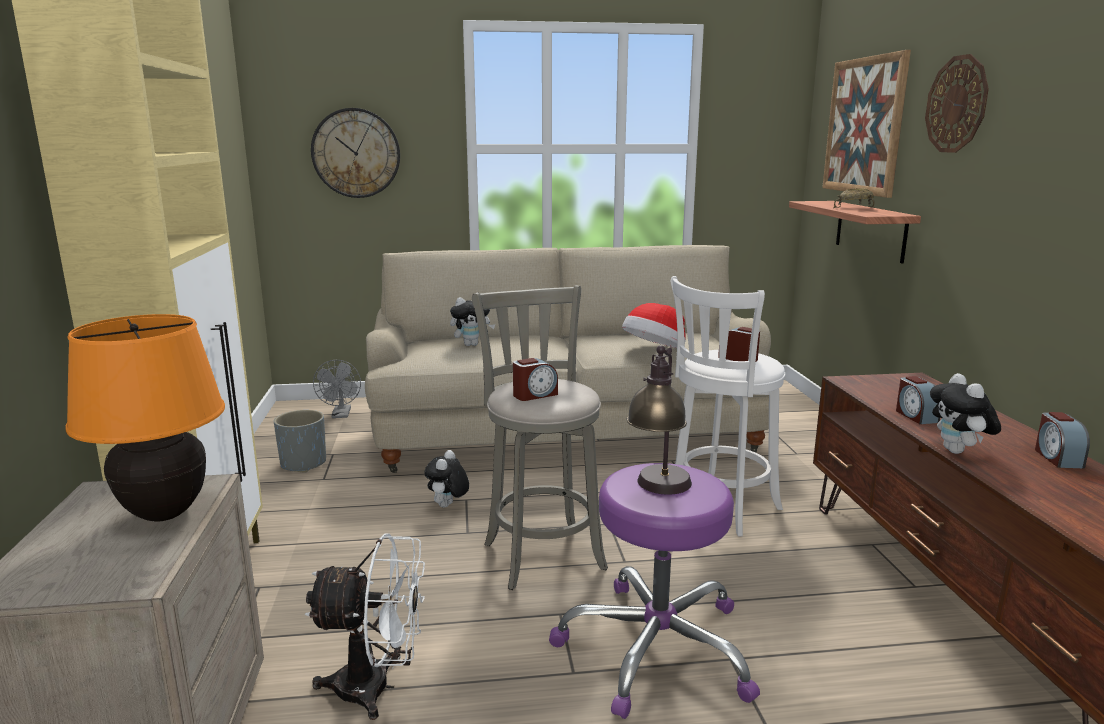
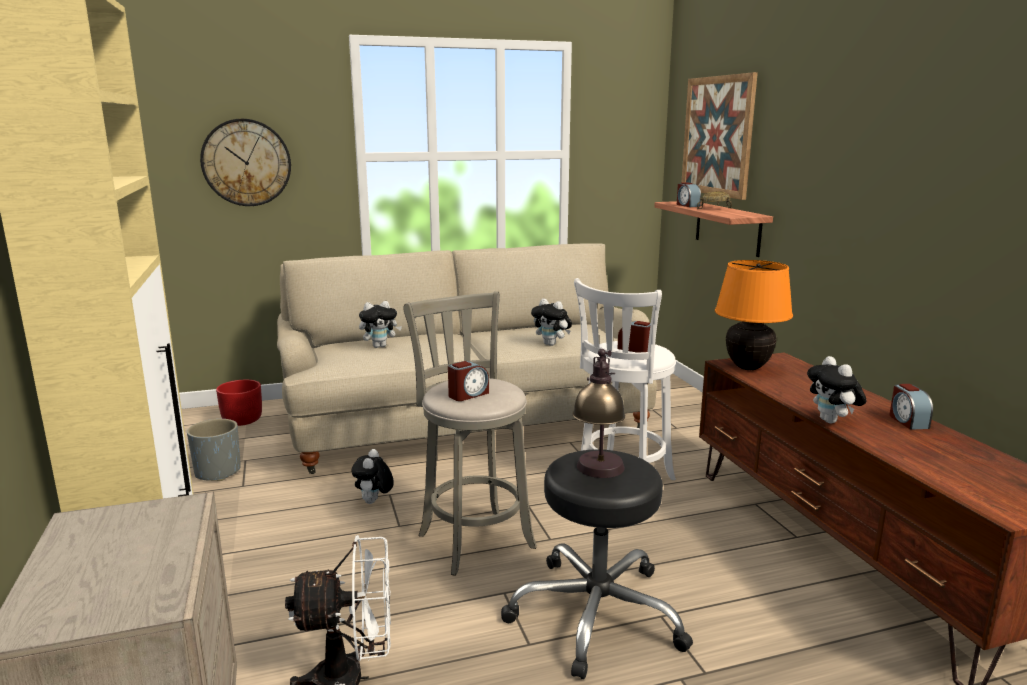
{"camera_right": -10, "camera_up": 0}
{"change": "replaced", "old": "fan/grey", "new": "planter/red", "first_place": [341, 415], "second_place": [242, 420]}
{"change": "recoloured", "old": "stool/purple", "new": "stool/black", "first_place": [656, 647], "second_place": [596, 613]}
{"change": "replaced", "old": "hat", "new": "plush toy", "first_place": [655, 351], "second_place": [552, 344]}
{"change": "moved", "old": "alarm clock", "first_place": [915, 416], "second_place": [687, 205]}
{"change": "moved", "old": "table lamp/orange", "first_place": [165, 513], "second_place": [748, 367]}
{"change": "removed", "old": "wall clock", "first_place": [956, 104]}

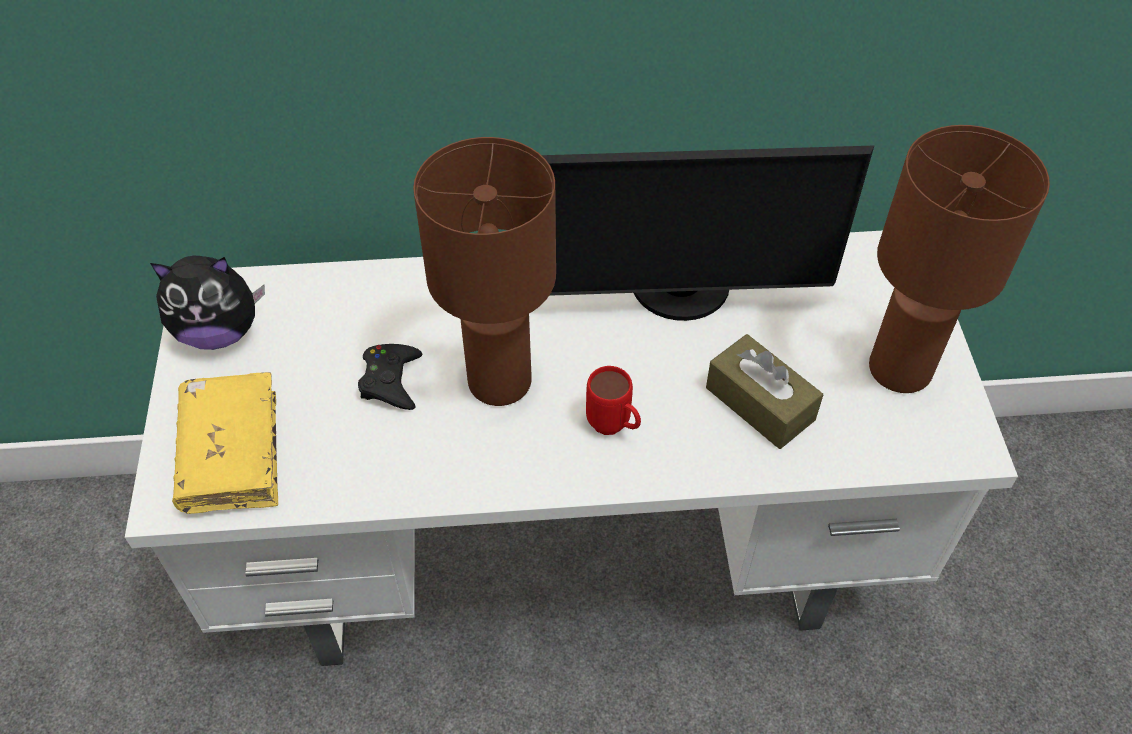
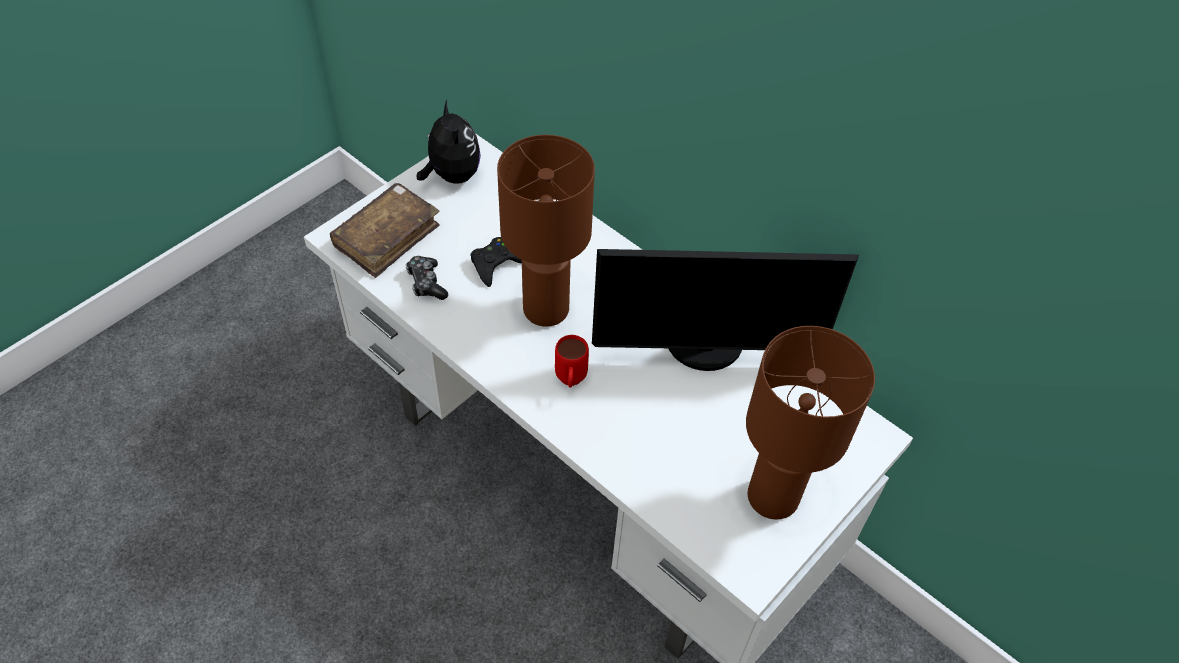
{"camera_right": 45, "camera_up": 0}
{"change": "recoloured", "old": "book/yellow", "new": "book/brown", "first_place": [231, 453], "second_place": [387, 237]}
{"change": "added", "new": "game controller", "second_place": [426, 283]}
{"change": "turned", "old": "plush toy", "first_place": [219, 332], "second_place": [452, 175], "degrees": -150}
{"change": "turned", "old": "monitor", "first_place": [682, 292], "second_place": [705, 346], "degrees": -45}
{"change": "removed", "old": "tissue box/brown", "first_place": [760, 404]}

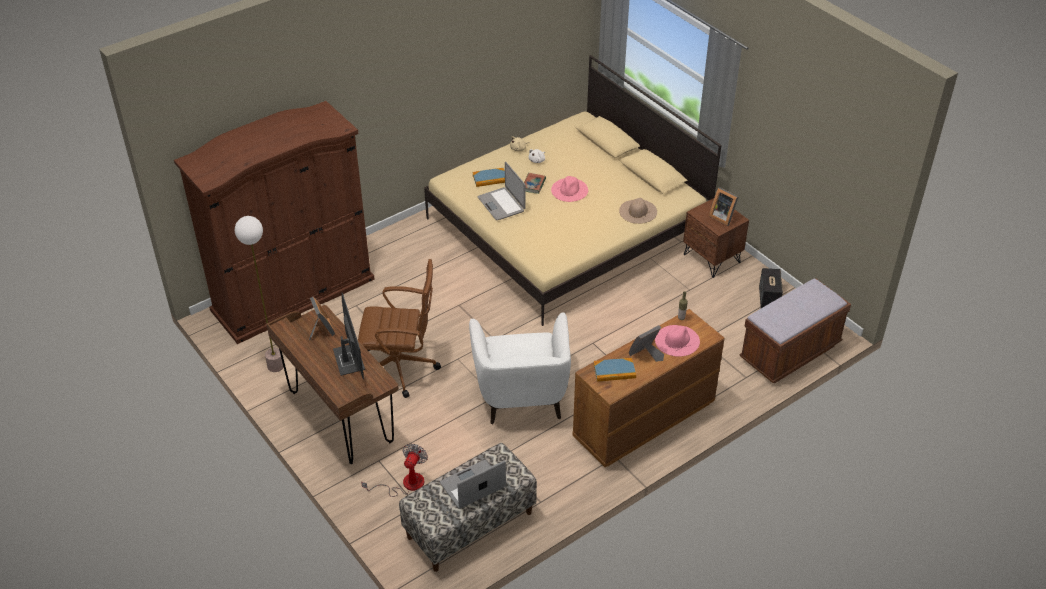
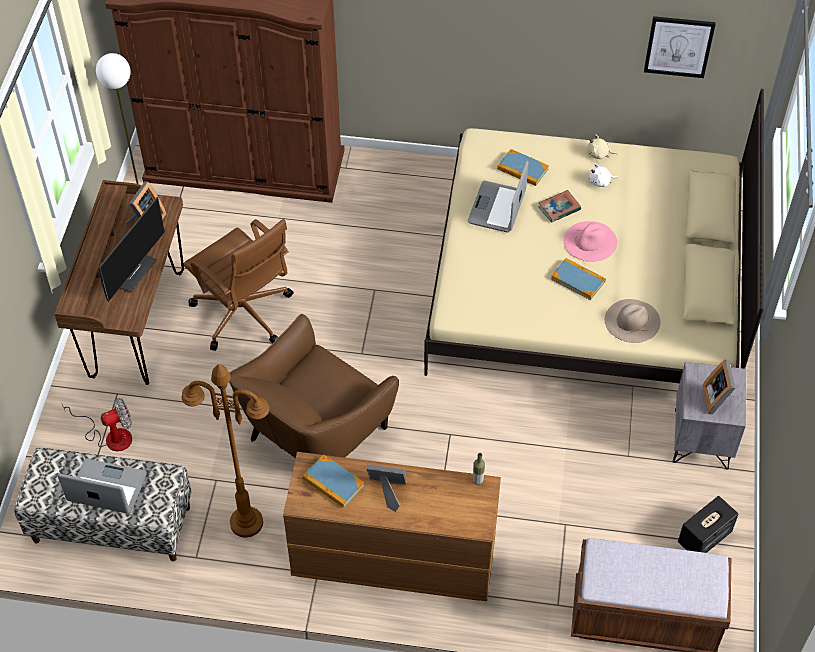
{"camera_right": 45, "camera_up": 10}
{"change": "added", "new": "floor lamp/brown", "second_place": [246, 523]}
{"change": "recoloured", "old": "armchair/white", "new": "armchair/brown", "first_place": [522, 394], "second_place": [315, 433]}
{"change": "added", "new": "book", "second_place": [578, 280]}
{"change": "added", "new": "picture", "second_place": [678, 46]}
{"change": "recoloured", "old": "nightstand/brown", "new": "nightstand/grey", "first_place": [712, 258], "second_place": [702, 439]}
{"change": "removed", "old": "hat/pink", "first_place": [677, 340]}

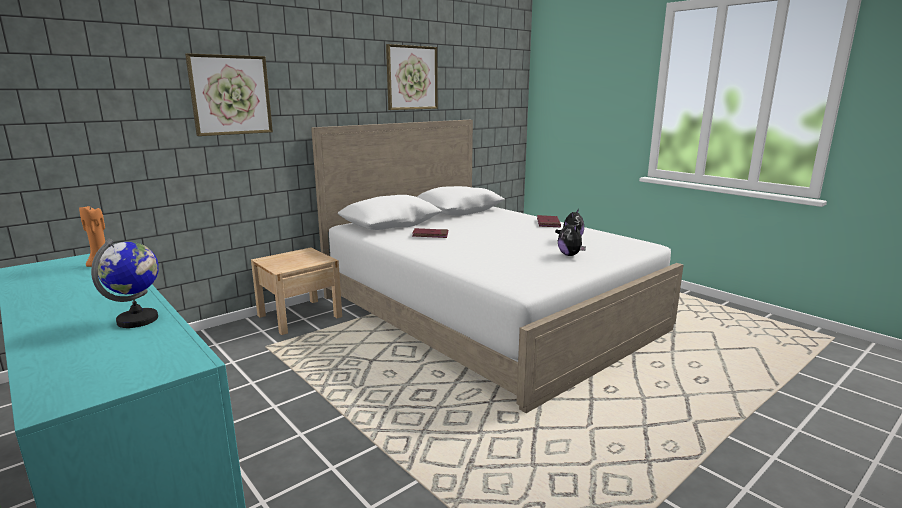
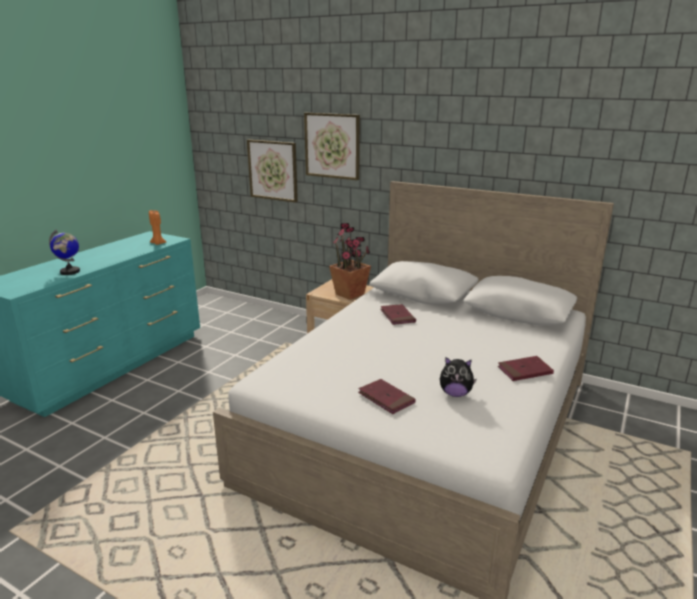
{"camera_right": 70, "camera_up": 5}
{"change": "moved", "old": "picture", "first_place": [412, 78], "second_place": [273, 170]}
{"change": "added", "new": "potted plant", "second_place": [350, 294]}
{"change": "replaced", "old": "plush toy", "new": "book/red", "first_place": [570, 255], "second_place": [386, 398]}

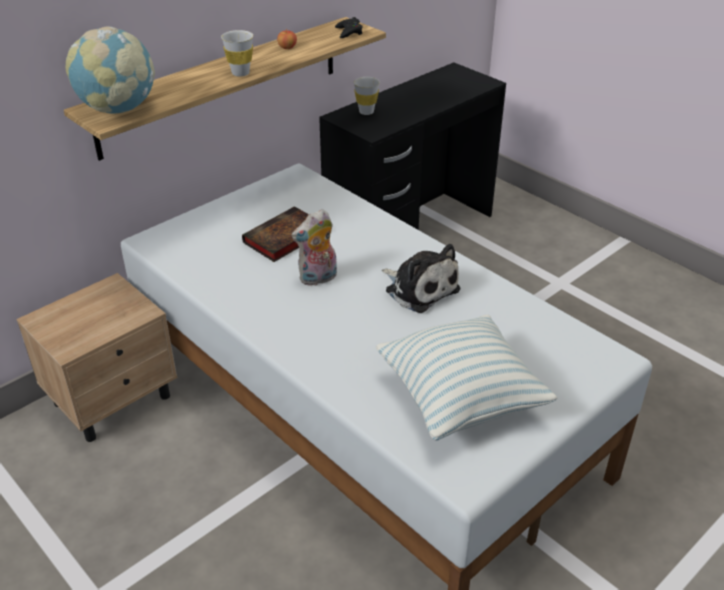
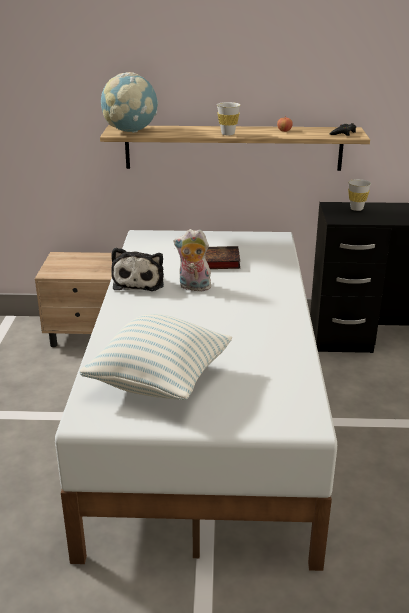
{"camera_right": 45, "camera_up": -10}
{"change": "moved", "old": "plush toy", "first_place": [419, 289], "second_place": [139, 282]}

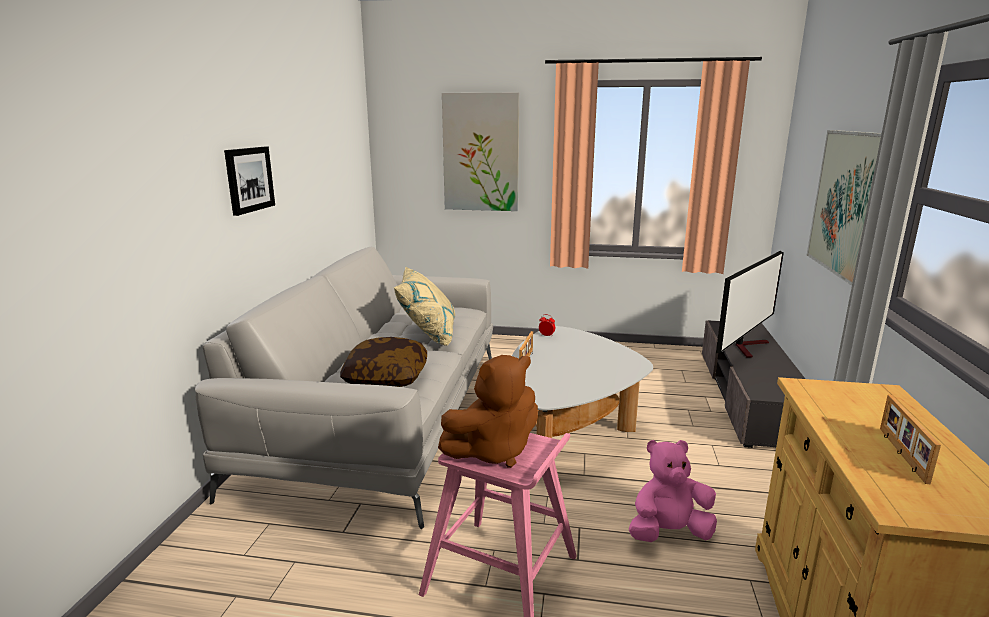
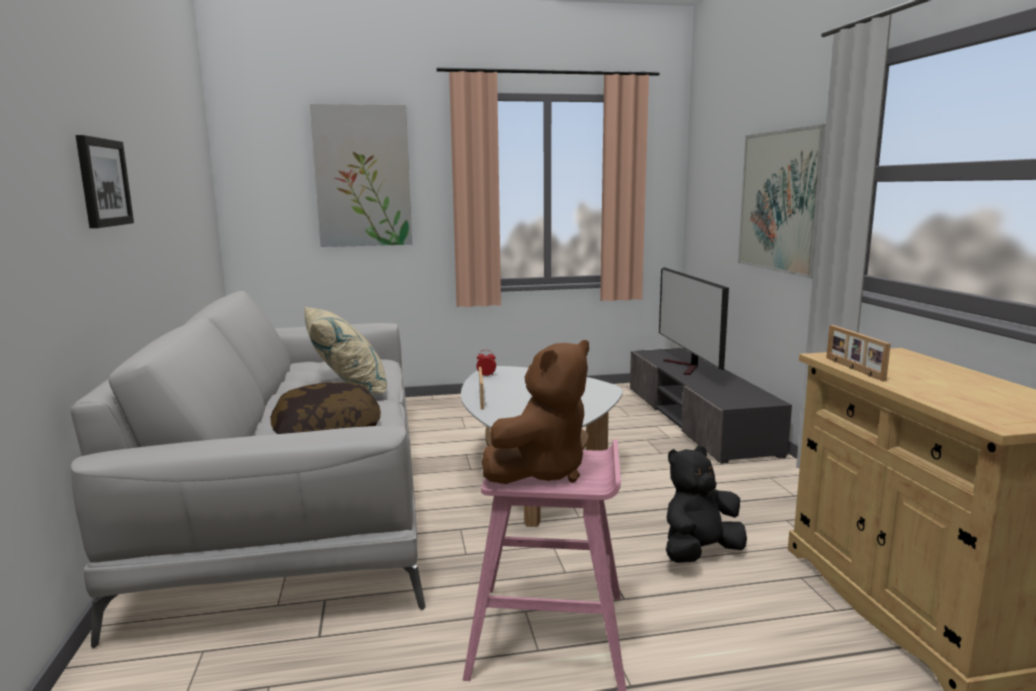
{"camera_right": -20, "camera_up": -5}
{"change": "turned", "old": "television", "first_place": [747, 346], "second_place": [687, 367], "degrees": 150}
{"change": "recoloured", "old": "plush toy/pink", "new": "plush toy/black", "first_place": [669, 533], "second_place": [699, 553]}
{"change": "moved", "old": "picture frame", "first_place": [901, 454], "second_place": [853, 369]}

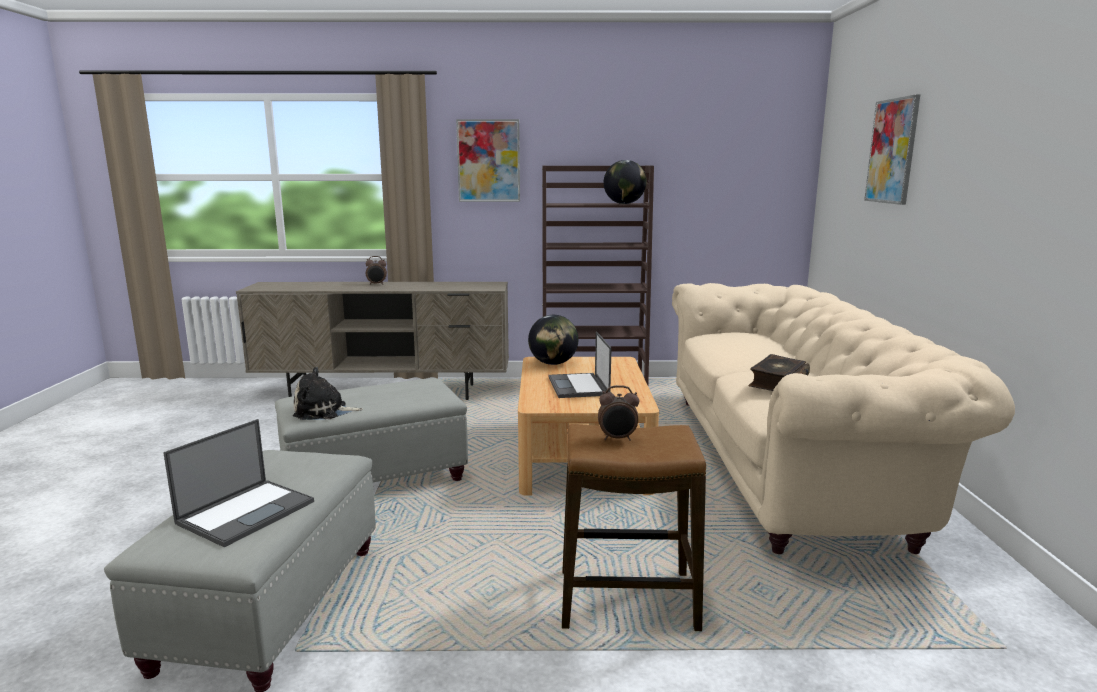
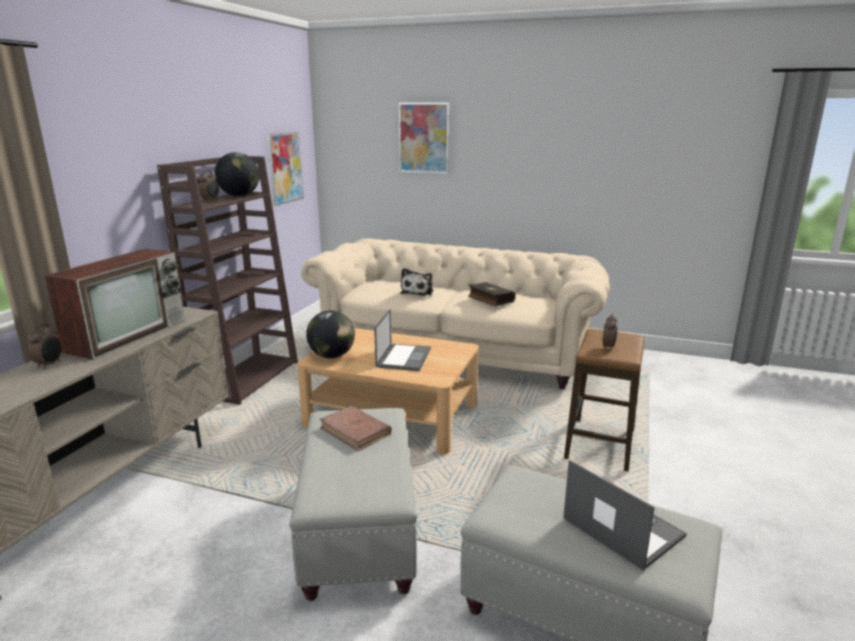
{"camera_right": -70, "camera_up": 5}
{"change": "added", "new": "television", "second_place": [129, 334]}
{"change": "added", "new": "alarm clock", "second_place": [210, 200]}
{"change": "moved", "old": "picture", "first_place": [488, 161], "second_place": [285, 168]}
{"change": "added", "new": "book/brown", "second_place": [355, 431]}
{"change": "turned", "old": "laptop", "first_place": [579, 386], "second_place": [403, 357], "degrees": -90}
{"change": "moved", "old": "plush toy", "first_place": [324, 412], "second_place": [418, 292]}

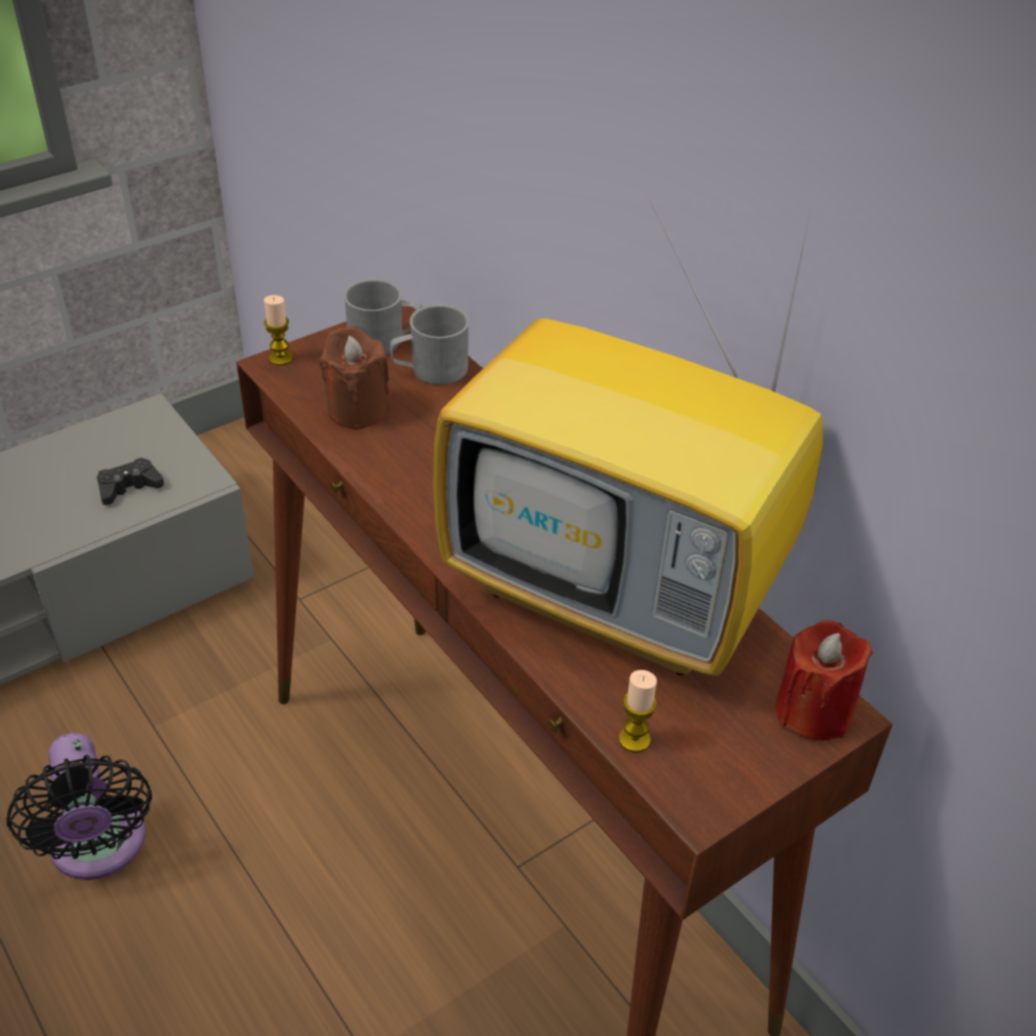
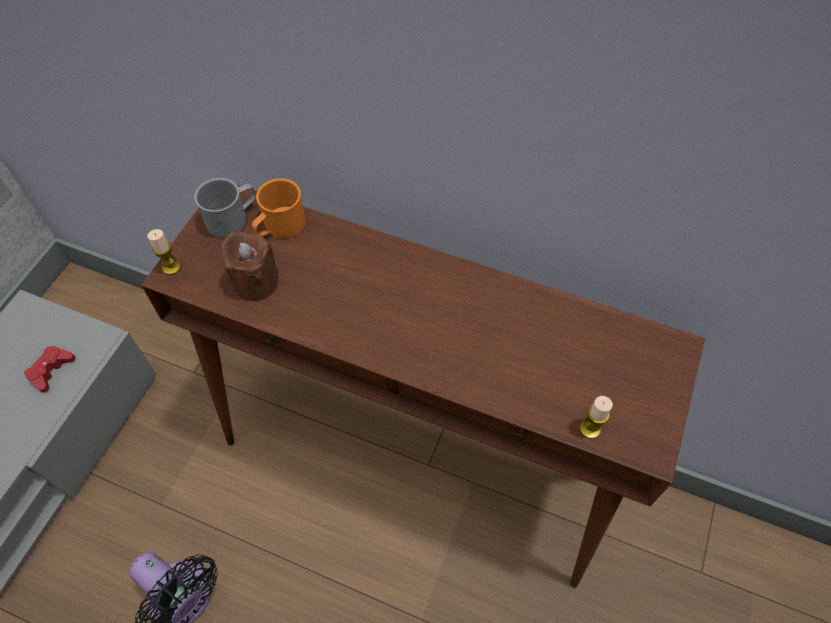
{"camera_right": -30, "camera_up": 15}
{"change": "recoloured", "old": "game controller/black", "new": "game controller/red", "first_place": [129, 487], "second_place": [51, 370]}
{"change": "recoloured", "old": "mug/grey", "new": "mug/orange", "first_place": [430, 370], "second_place": [279, 227]}
{"change": "removed", "old": "television", "first_place": [621, 593]}
{"change": "removed", "old": "candle/red", "first_place": [813, 711]}

